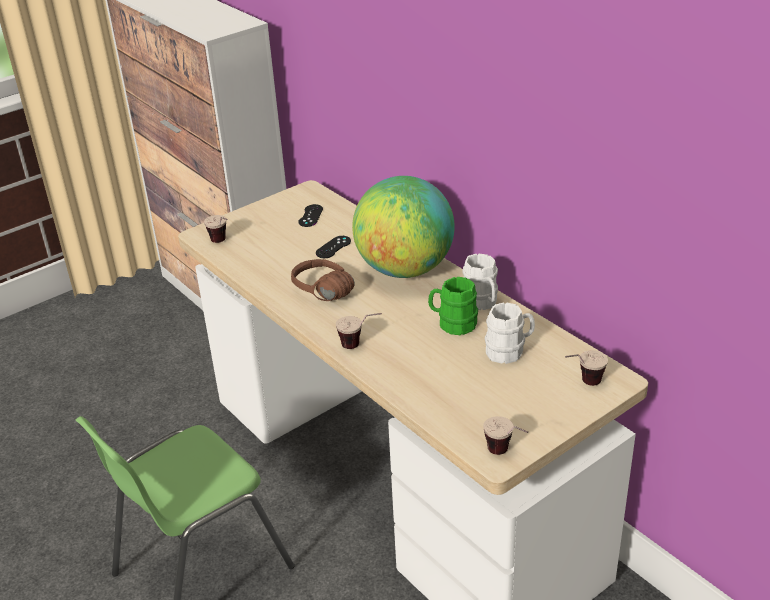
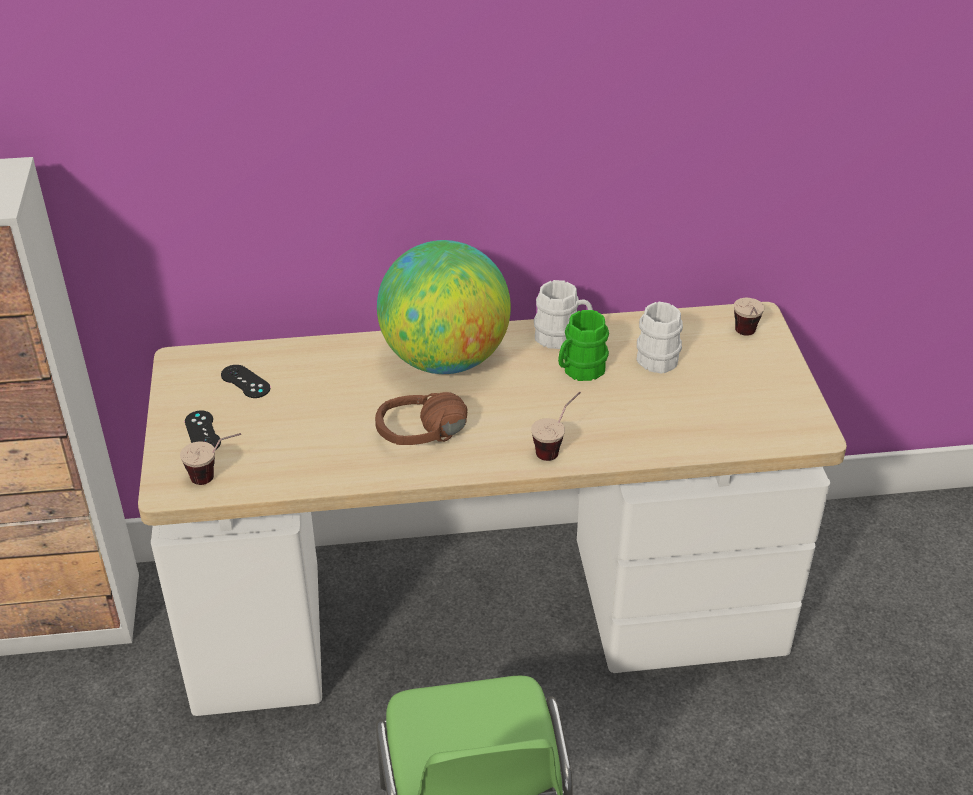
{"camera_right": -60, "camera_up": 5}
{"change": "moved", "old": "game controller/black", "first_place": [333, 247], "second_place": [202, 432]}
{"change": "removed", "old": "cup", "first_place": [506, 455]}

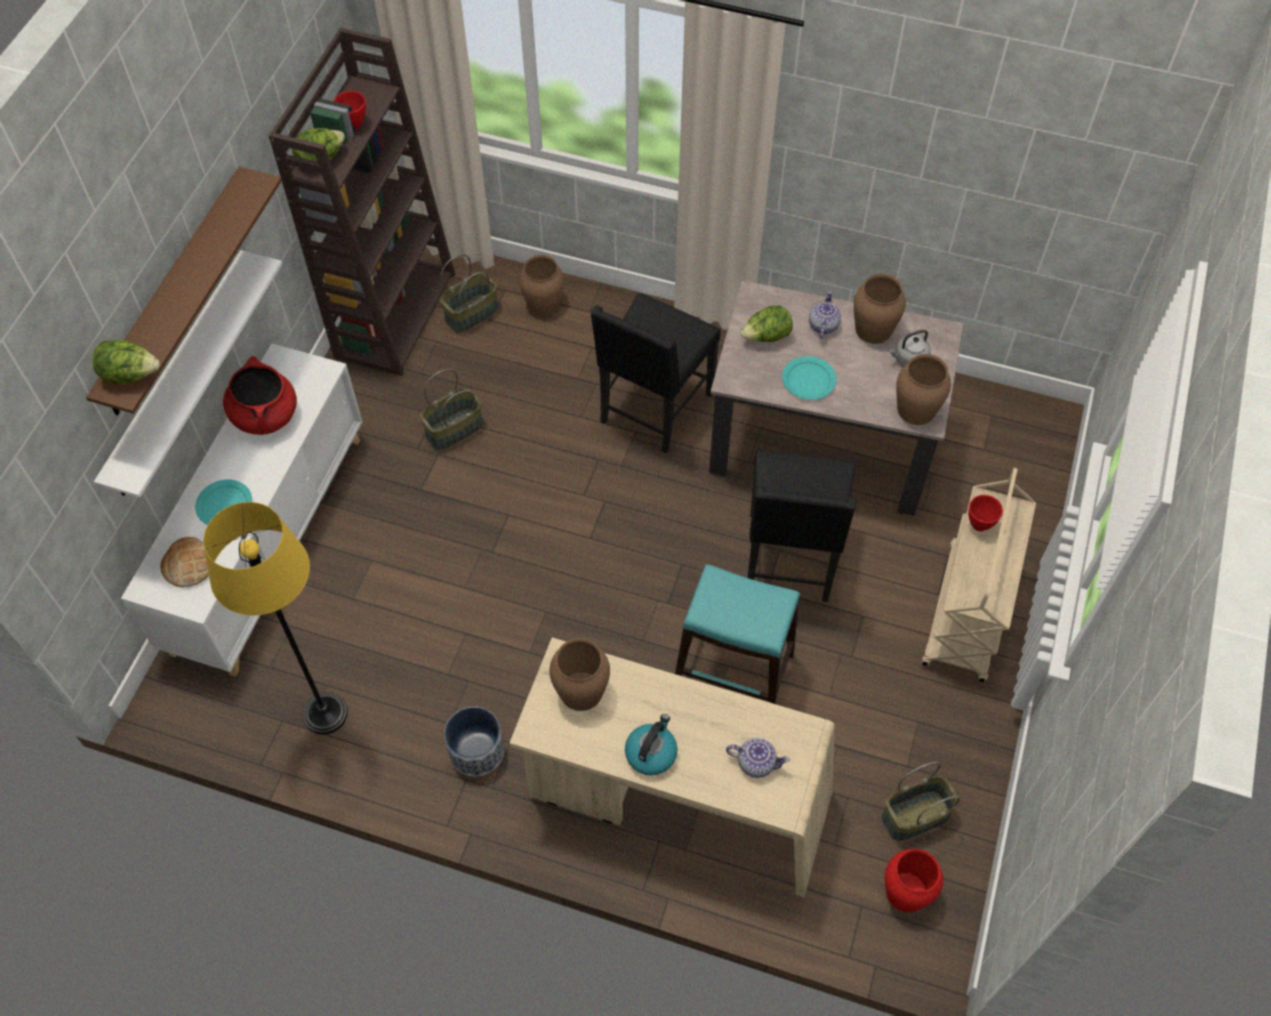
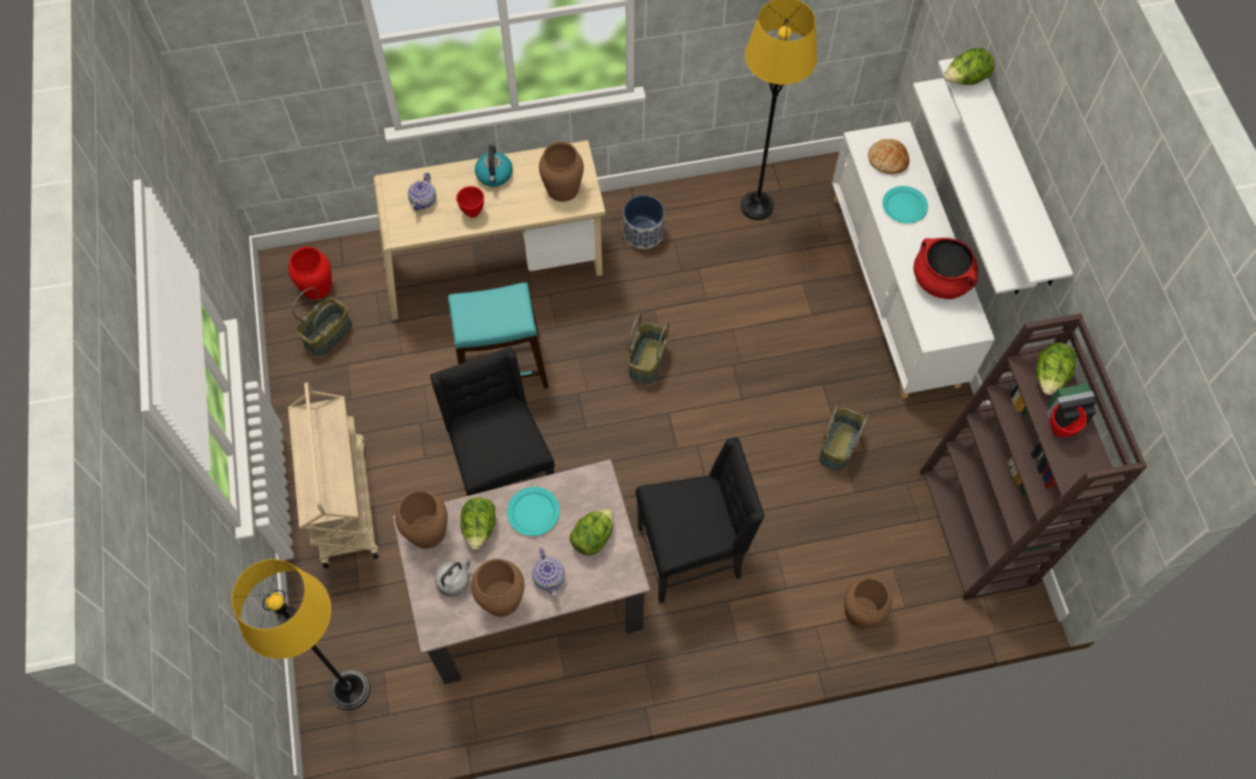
{"camera_right": 150, "camera_up": 5}
{"change": "added", "new": "floor lamp/yellow", "second_place": [350, 690]}
{"change": "turned", "old": "teapot", "first_place": [755, 762], "second_place": [424, 200], "degrees": -60}
{"change": "moved", "old": "bowl/red", "first_place": [978, 525], "second_place": [473, 212]}
{"change": "added", "new": "lettuce", "second_place": [480, 528]}
{"change": "moved", "old": "basket", "first_place": [471, 313], "second_place": [648, 361]}
{"change": "turned", "old": "chair/black", "first_place": [653, 409], "second_place": [691, 553], "degrees": 75}
{"change": "recoloured", "old": "shelf/brown", "new": "shelf/white", "first_place": [174, 294], "second_place": [1016, 173]}

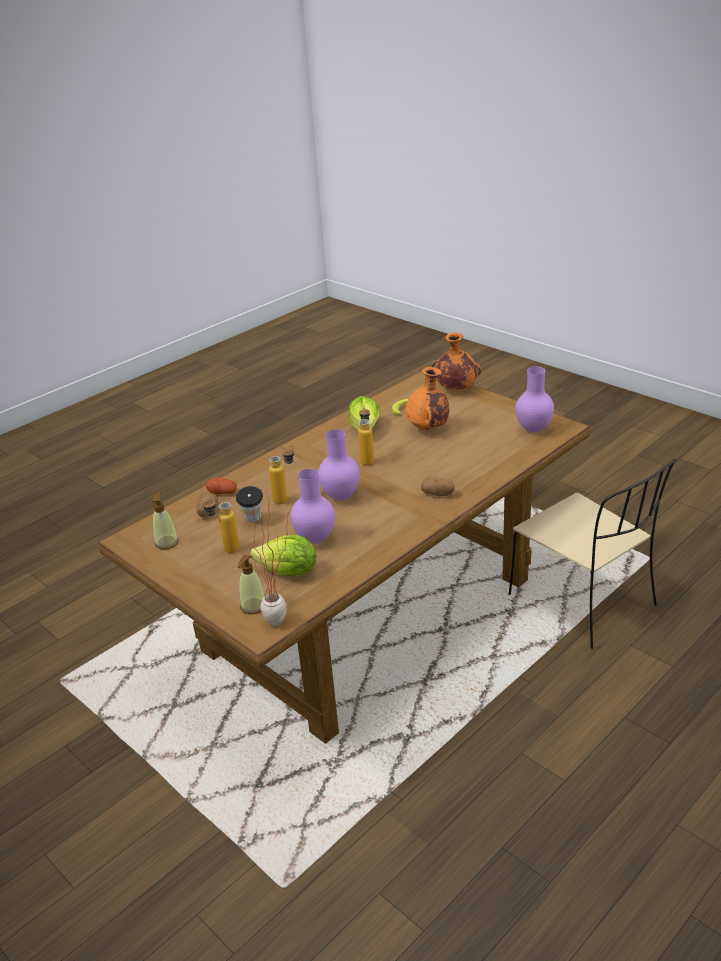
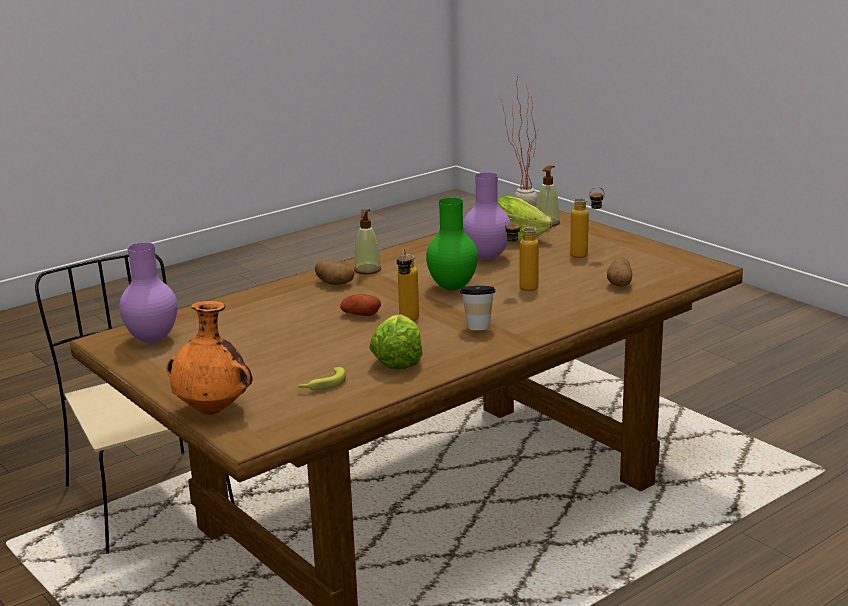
{"camera_right": -175, "camera_up": -10}
{"change": "moved", "old": "potato", "first_place": [222, 492], "second_place": [360, 314]}
{"change": "moved", "old": "soap dispenser", "first_place": [167, 542], "second_place": [367, 270]}
{"change": "recoloured", "old": "vase/purple", "new": "vase/green", "first_place": [339, 496], "second_place": [453, 288]}
{"change": "moved", "old": "cup", "first_place": [253, 521], "second_place": [478, 327]}
{"change": "removed", "old": "vase/orange", "first_place": [428, 429]}

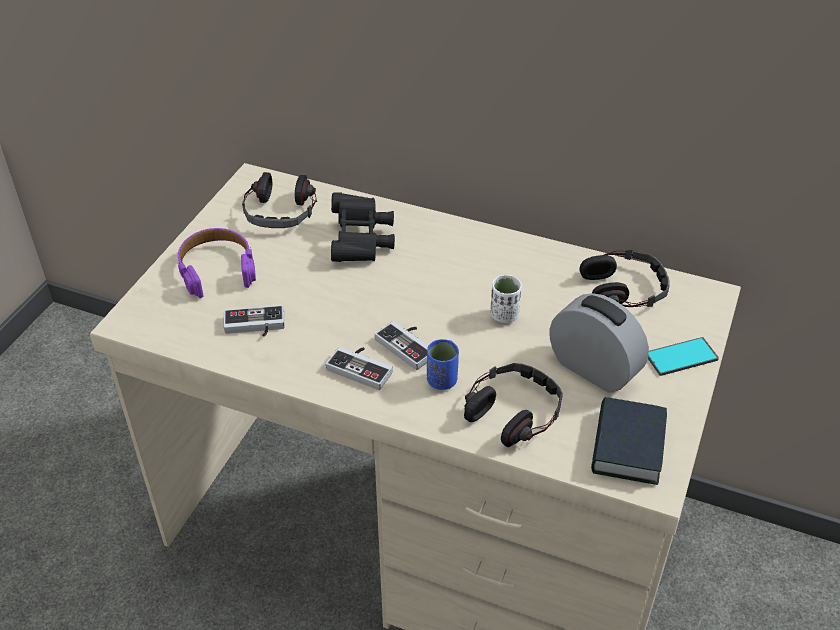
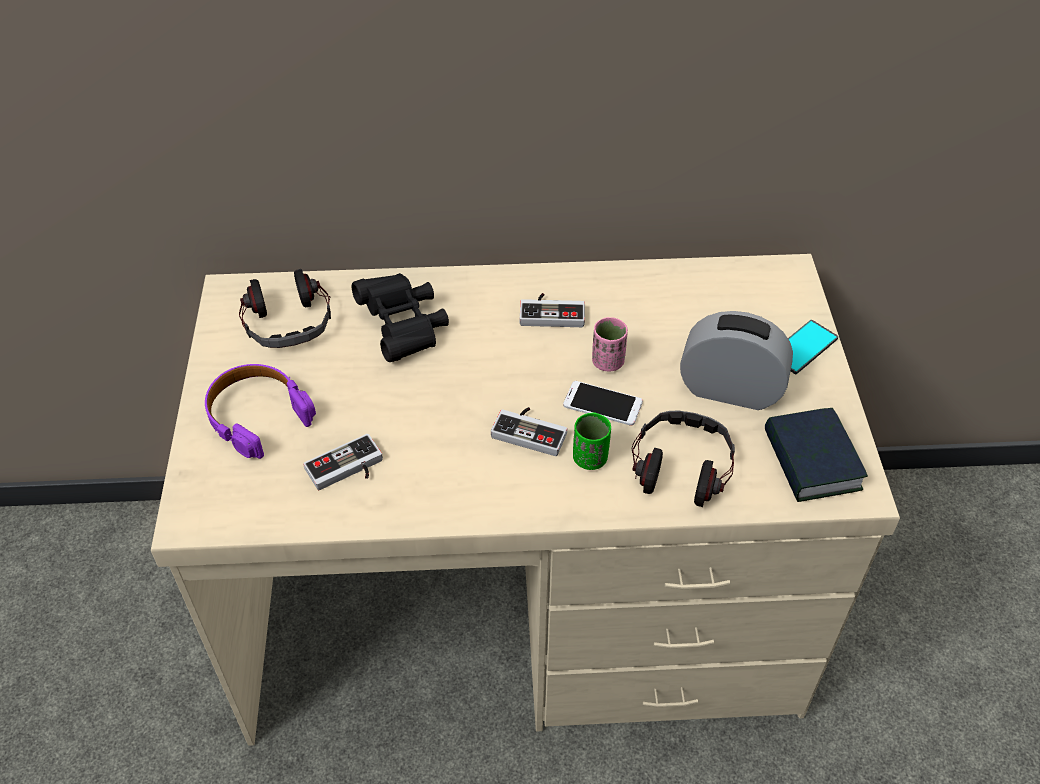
{"camera_right": -25, "camera_up": 5}
{"change": "moved", "old": "game controller", "first_place": [362, 367], "second_place": [552, 312]}
{"change": "added", "new": "phone", "second_place": [602, 404]}
{"change": "recoloured", "old": "cup/blue", "new": "cup/green", "first_place": [442, 381], "second_place": [590, 458]}
{"change": "recoloured", "old": "cup/white", "new": "cup/pink", "first_place": [504, 315], "second_place": [608, 362]}
{"change": "removed", "old": "headphones", "first_place": [623, 288]}

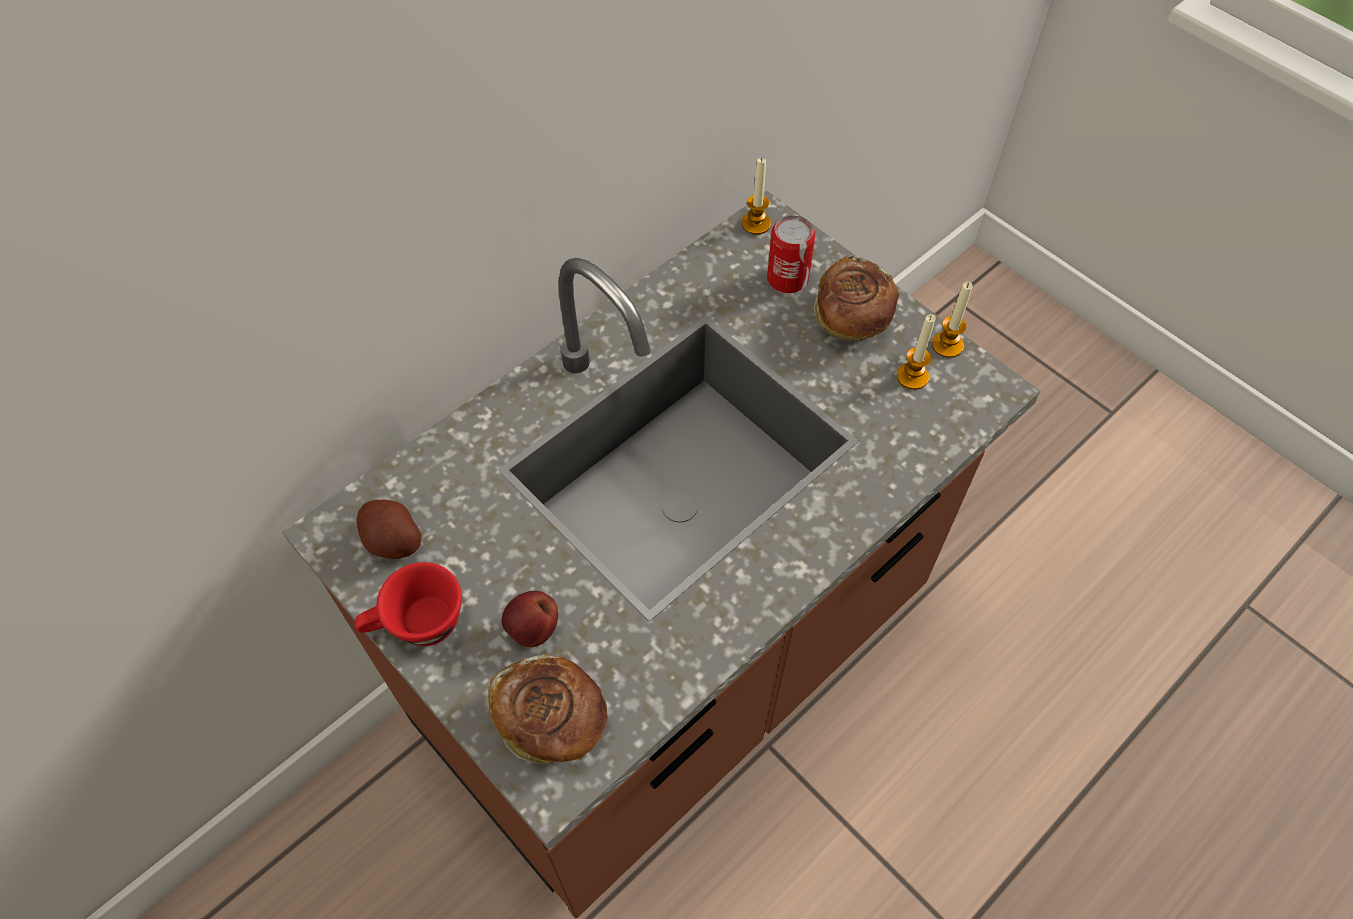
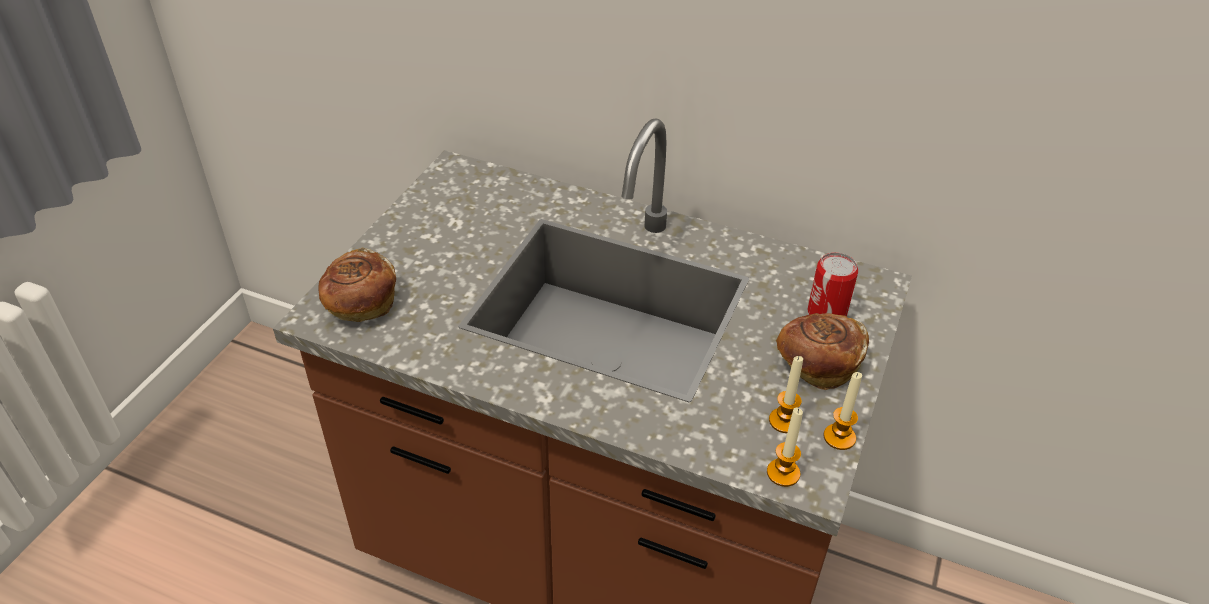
{"camera_right": 65, "camera_up": -15}
{"change": "moved", "old": "candle", "first_place": [756, 224], "second_place": [783, 473]}
{"change": "removed", "old": "cup/red", "first_place": [416, 625]}
{"change": "removed", "old": "potato", "first_place": [393, 540]}
{"change": "removed", "old": "apple", "first_place": [533, 630]}

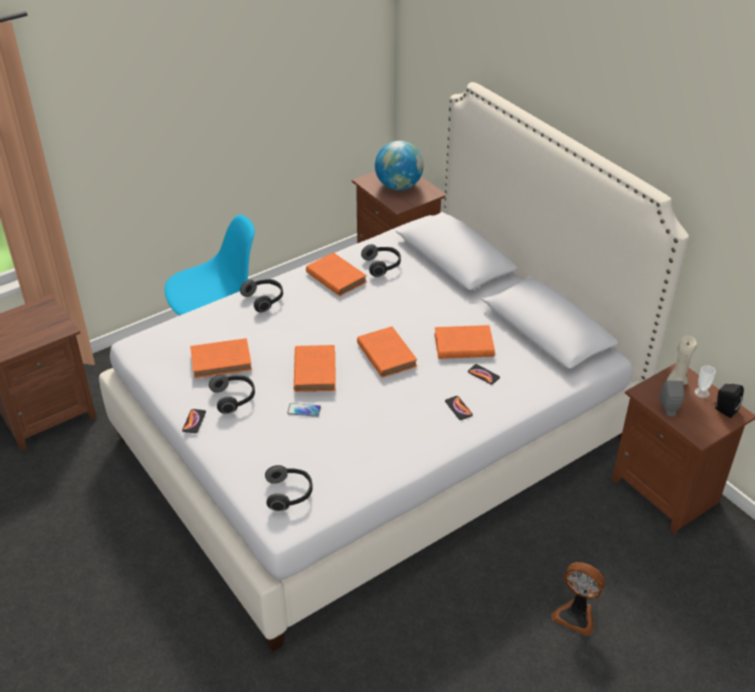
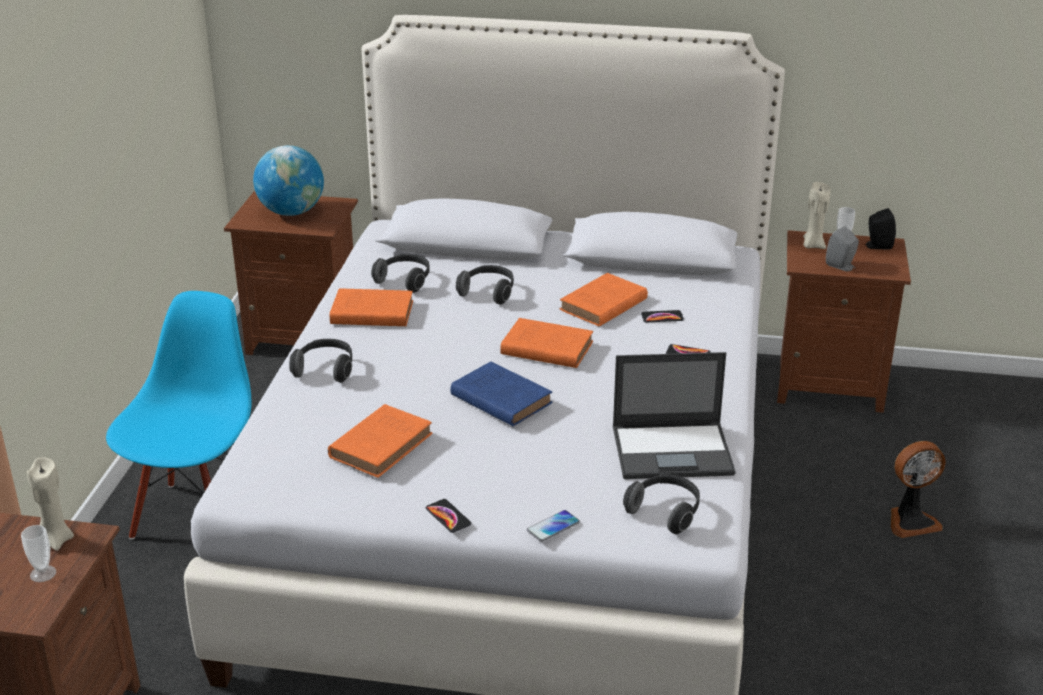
{"camera_right": -45, "camera_up": -10}
{"change": "added", "new": "cup", "second_place": [43, 574]}
{"change": "added", "new": "candle/beige", "second_place": [55, 540]}
{"change": "recoloured", "old": "book/orange", "new": "book/blue", "first_place": [315, 370], "second_place": [499, 398]}
{"change": "moved", "old": "headphones", "first_place": [234, 398], "second_place": [488, 293]}
{"change": "moved", "old": "phone", "first_place": [304, 410], "second_place": [553, 527]}
{"change": "added", "new": "laptop", "second_place": [674, 451]}

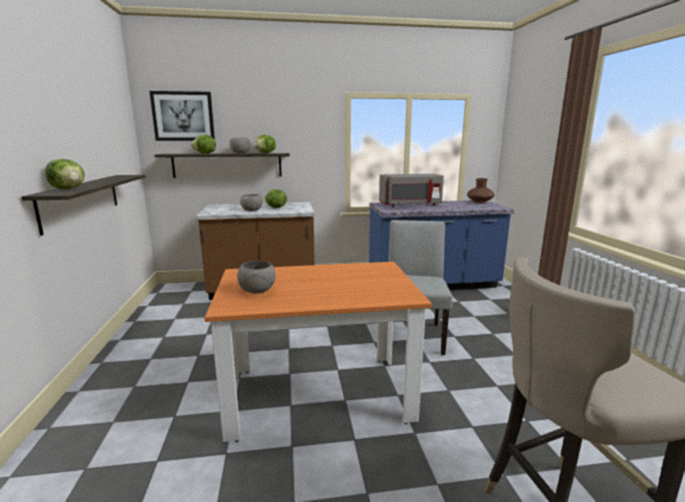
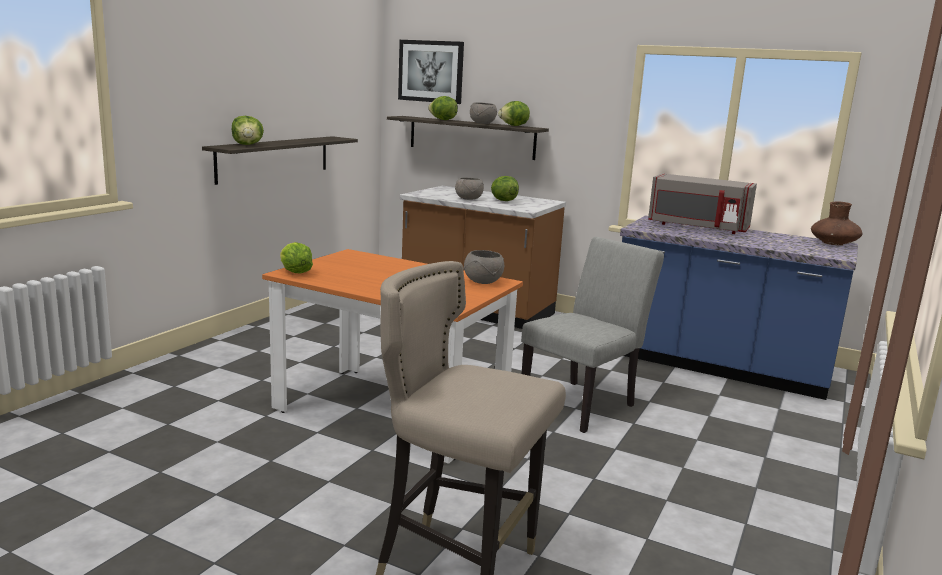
{"camera_right": 35, "camera_up": 0}
{"change": "added", "new": "lettuce", "second_place": [295, 272]}
{"change": "moved", "old": "bowl/grey", "first_place": [257, 291], "second_place": [483, 282]}

